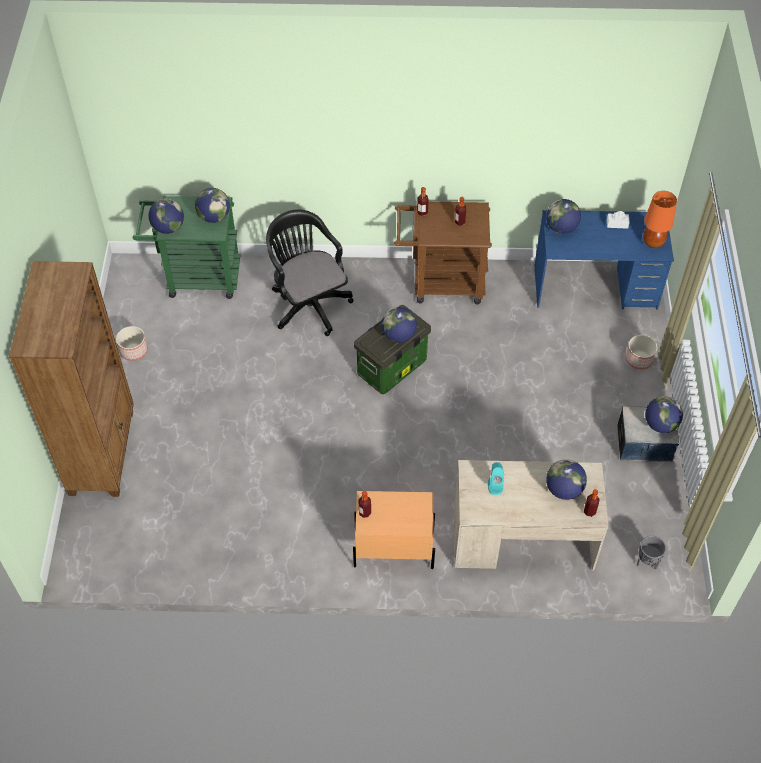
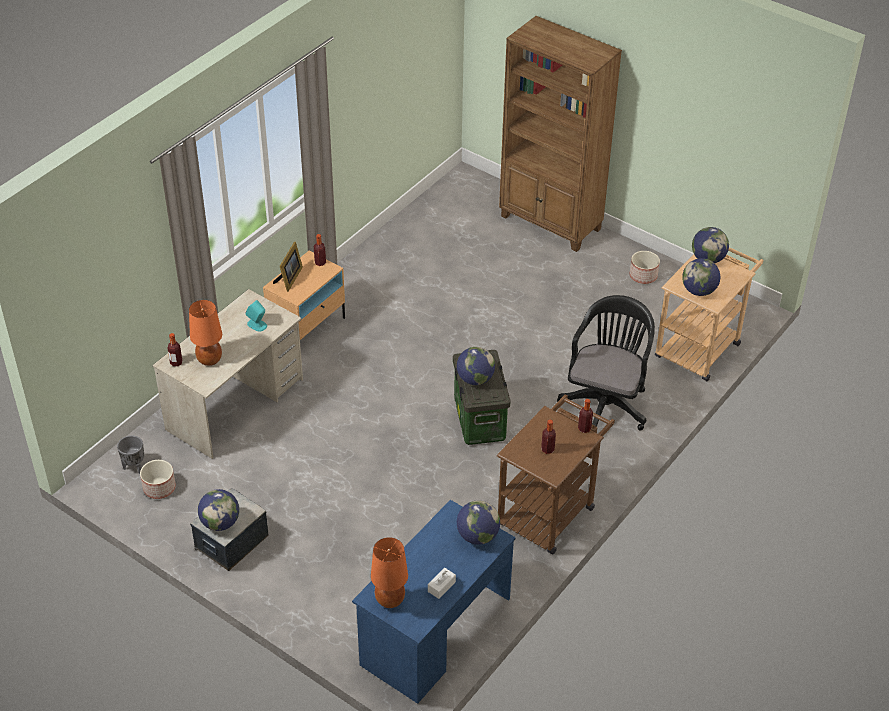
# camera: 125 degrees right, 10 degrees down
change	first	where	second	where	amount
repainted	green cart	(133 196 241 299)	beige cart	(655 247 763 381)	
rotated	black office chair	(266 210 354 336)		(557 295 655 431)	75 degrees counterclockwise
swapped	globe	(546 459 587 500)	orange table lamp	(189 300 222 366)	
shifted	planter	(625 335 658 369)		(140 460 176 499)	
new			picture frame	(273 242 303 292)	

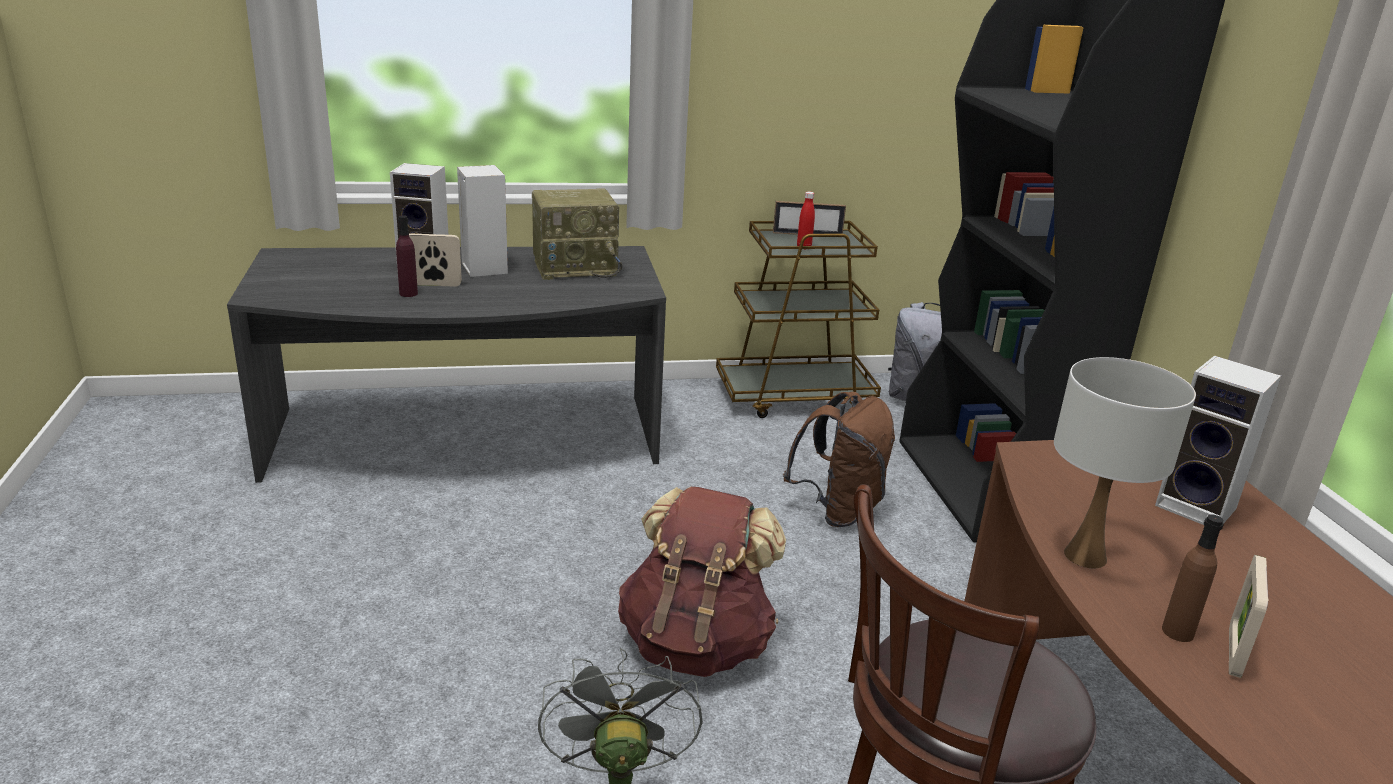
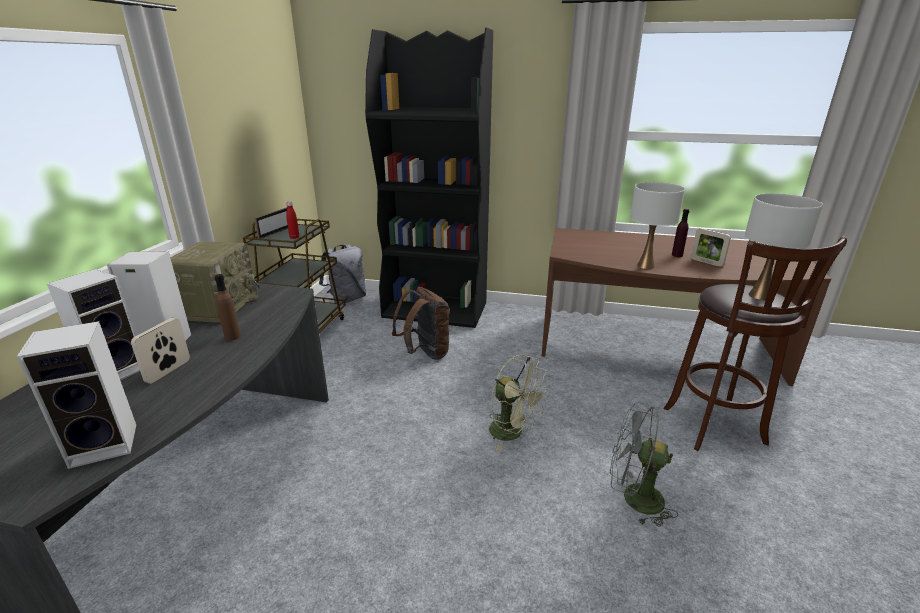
# camera: 65 degrees left, 0 degrees up
change	first	where	second	where	amount
shifted	purple bottle	(396 215 418 297)		(672 209 689 257)	
swapped	brown backpack	(618 487 786 677)	green fan	(489 354 549 451)	
shifted	speaker	(1155 356 1281 525)		(17 321 136 469)	
shifted	brown bottle	(1162 514 1224 642)		(215 274 241 341)	
new			white table lamp	(745 194 823 300)	

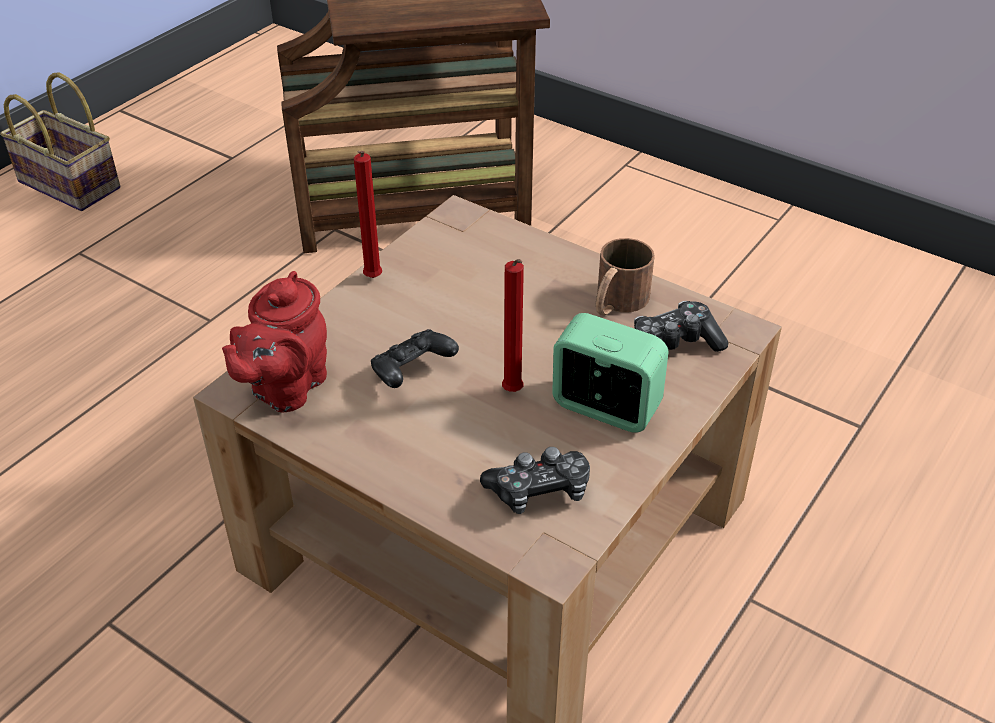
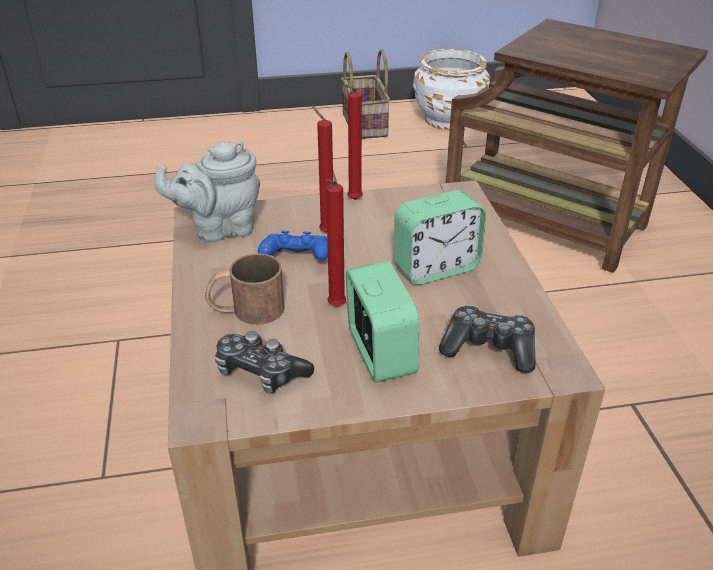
# camera: 45 degrees right, 5 degrees down
change	first	where	second	where	amount
repainted	red teapot	(222 271 327 412)	grey teapot	(154 141 260 242)	
repainted	black game controller	(371 329 459 388)	blue game controller	(258 231 328 261)	
shifted	brown mug	(596 238 655 316)		(205 253 285 325)	
new			red candle	(312 106 333 233)	
new			alarm clock	(394 190 486 285)	
new			white planter	(413 49 490 130)	

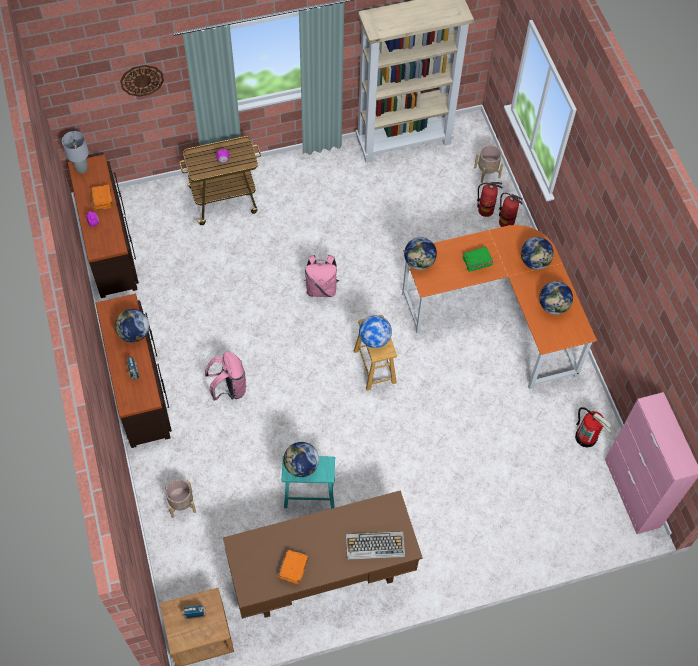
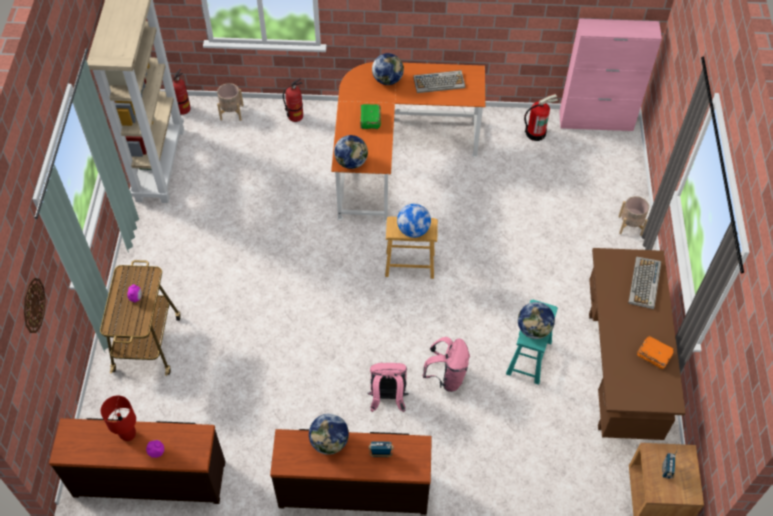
# camera: 70 degrees left, 5 degrees down
change	first	where	second	where	amount
gone	grey table lamp	(62 131 89 173)			
swapped	orange book	(91 185 113 210)	red table lamp	(101 395 136 441)	
shifted	beige planter	(165 479 196 518)		(618 196 649 236)	
shifted	pink backpack	(304 255 339 297)		(422 337 470 392)	
shifted	fire extinguisher	(477 182 503 217)		(172 69 191 115)	
swapped	globe	(539 281 573 315)	keyboard	(413 70 465 93)	

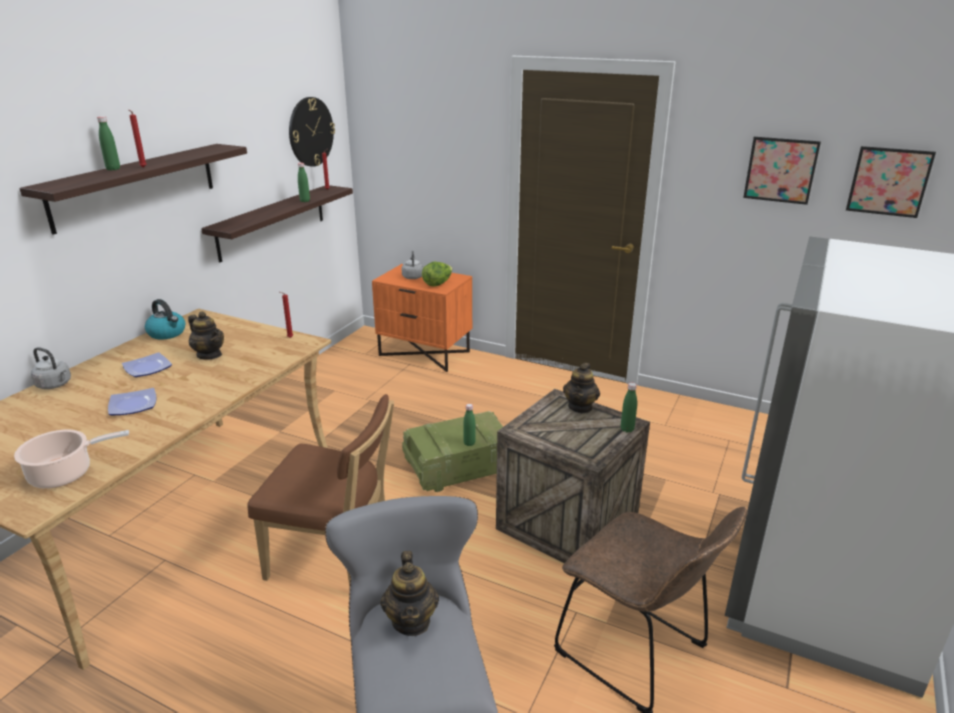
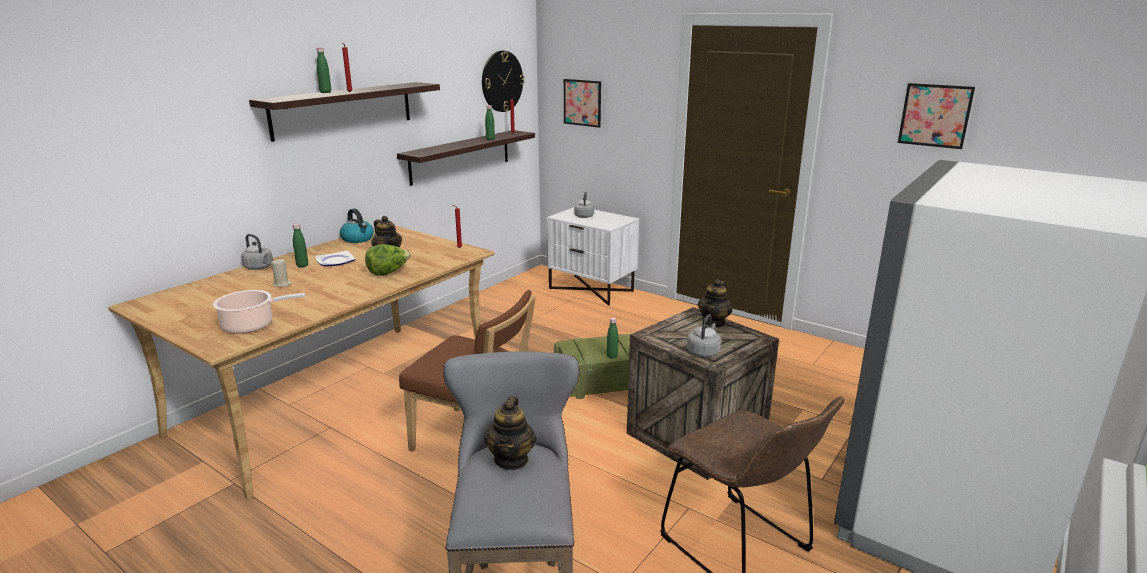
# camera: 10 degrees right, 5 degrees down
change	first	where	second	where	amount
gone	plate	(108 388 157 416)			
repainted	orange nightstand	(372 264 472 372)	white nightstand	(546 207 639 306)	
shifted	lettuce	(422 262 453 286)		(365 244 411 276)	
shifted	green bottle	(621 383 637 433)		(293 224 308 267)	
shifted	picture	(846 146 936 218)		(564 79 601 128)	
new			beige candle	(271 259 292 287)	
new			grey kettle	(687 314 721 357)	

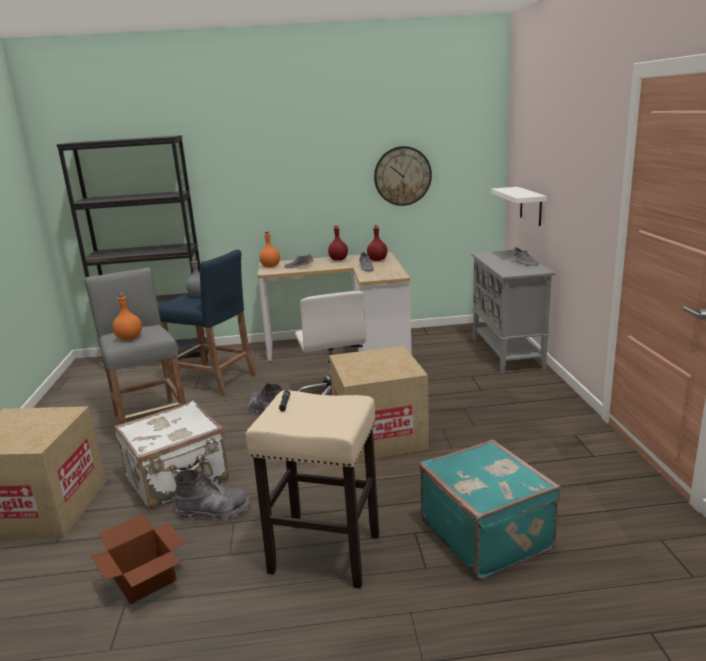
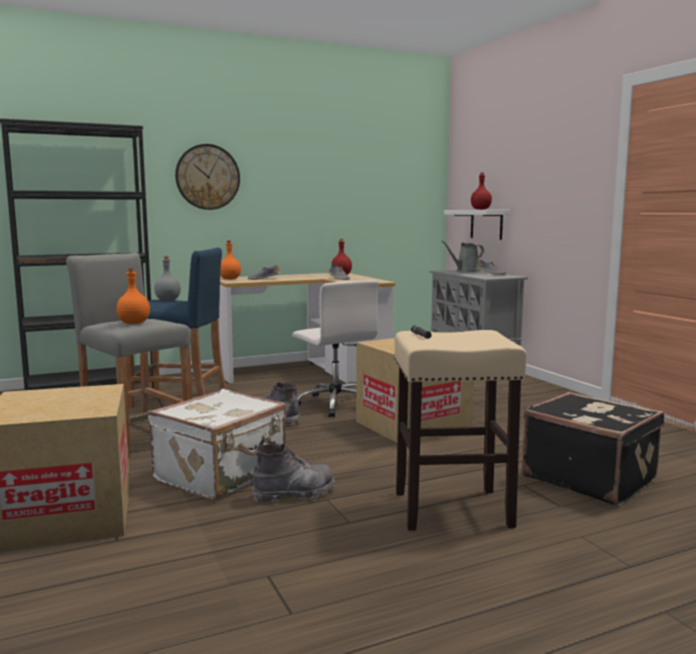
# camera: 20 degrees left, 10 degrees down
change	first	where	second	where	amount
gone	cardboard box	(91 514 186 604)			
shifted	red bottle	(328 225 348 261)		(471 173 492 210)	
shifted	wall clock	(374 146 432 206)		(175 144 240 210)	
repainted	turquoise suitcase	(420 440 561 579)	black suitcase	(522 392 665 506)	
new			grey watering can	(441 241 484 272)	

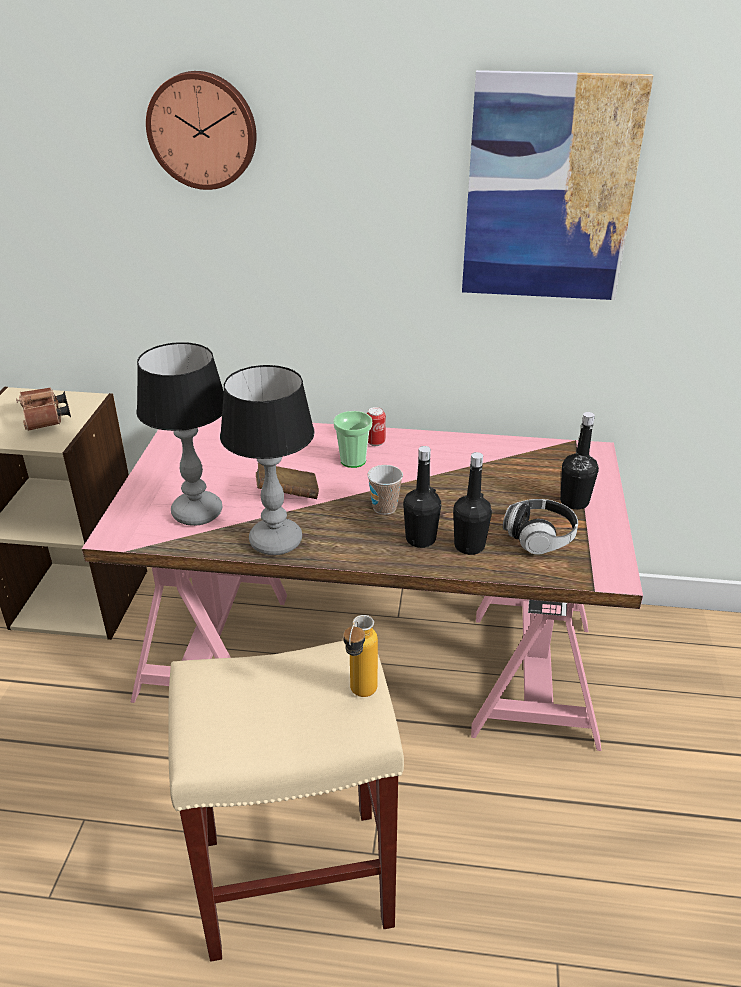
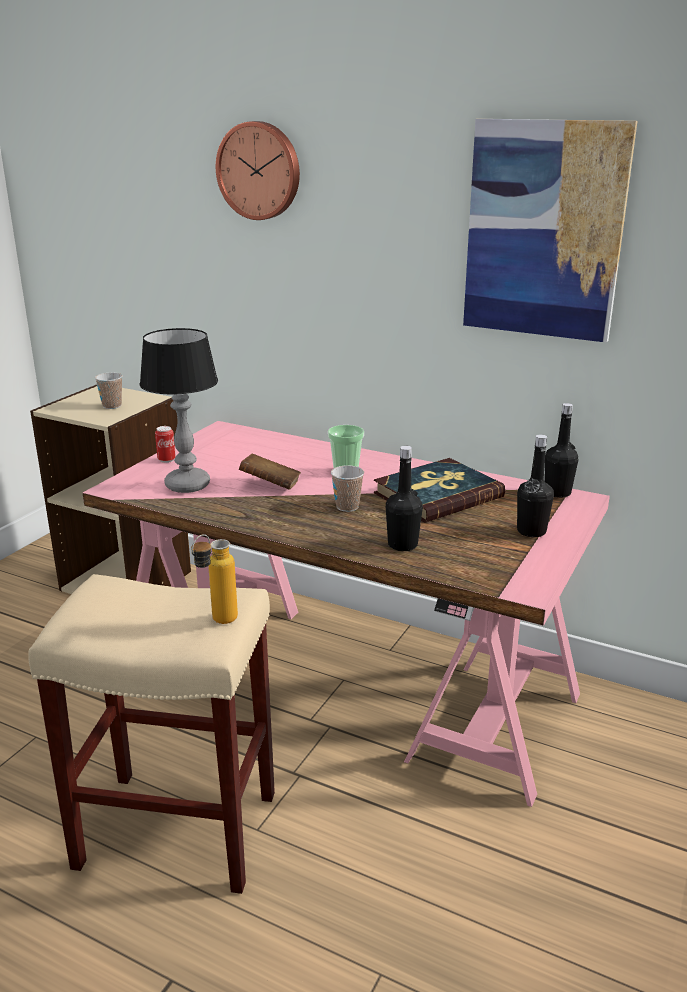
# camera: 20 degrees right, 10 degrees down
change	first	where	second	where	amount
swapped	brown binoculars	(16 387 71 431)	cup	(95 373 123 409)	
gone	table lamp	(220 365 315 555)			
shifted	can	(367 407 386 446)		(155 426 176 463)	
shifted	black bottle	(403 446 441 548)		(545 403 578 498)	
gone	headphones	(503 499 578 555)			
new			book	(374 458 505 523)	

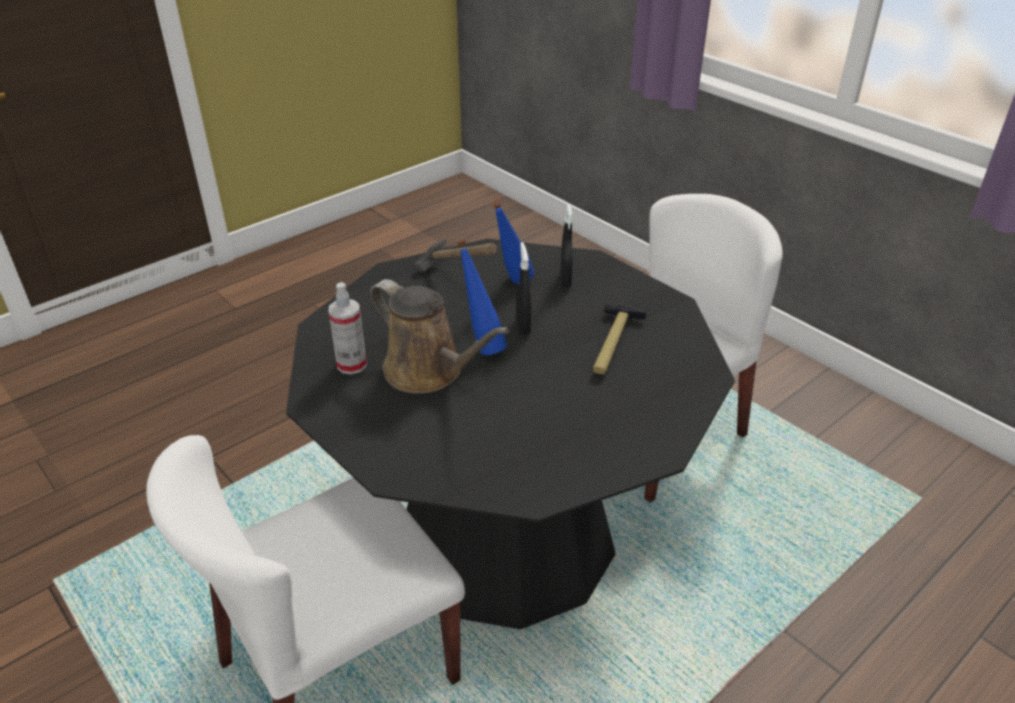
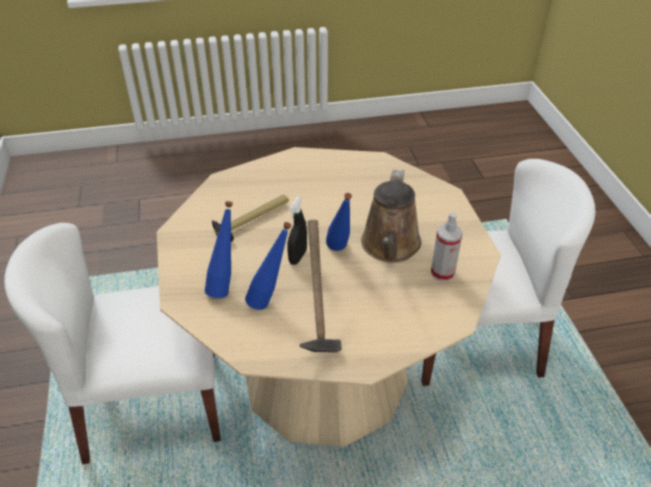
# camera: 150 degrees left, 5 degrees up
change	first	where	second	where	amount
repainted	black dining table	(286 239 735 629)	beige dining table	(157 147 501 446)	
rotated	brown watering can	(370 279 509 394)		(361 169 421 262)	150 degrees counterclockwise
swapped	black spray bottle	(560 204 573 287)	blue bottle	(205 201 233 298)	

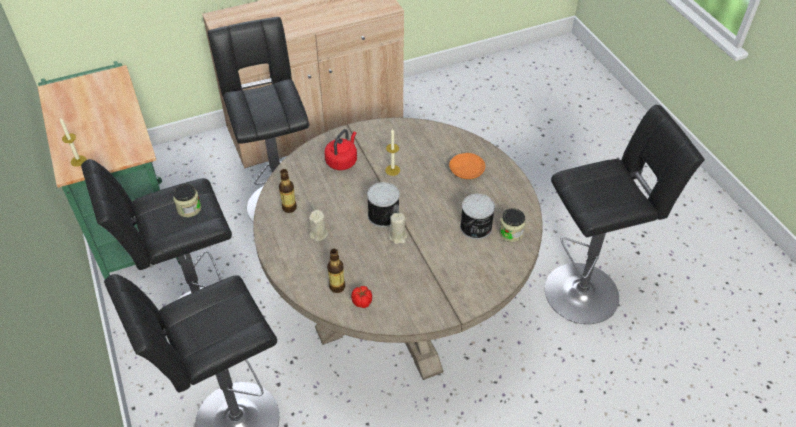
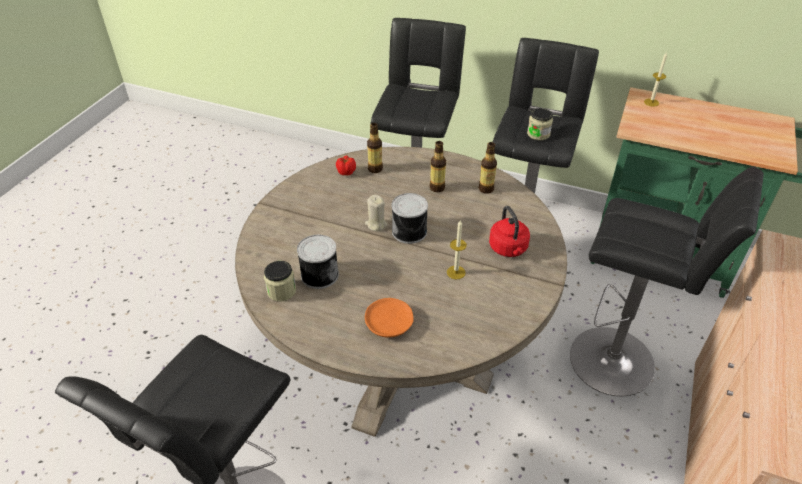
# camera: 135 degrees right, 5 degrees down
change	first	where	second	where	amount
swapped	beige candle	(309 210 328 242)	bottle	(430 141 446 192)	

